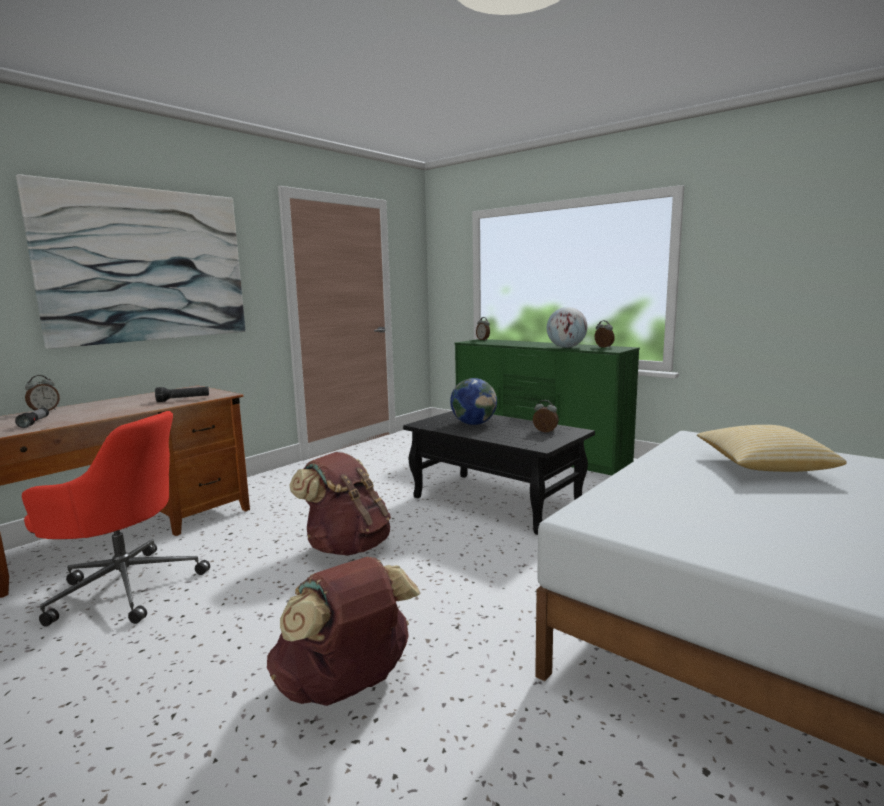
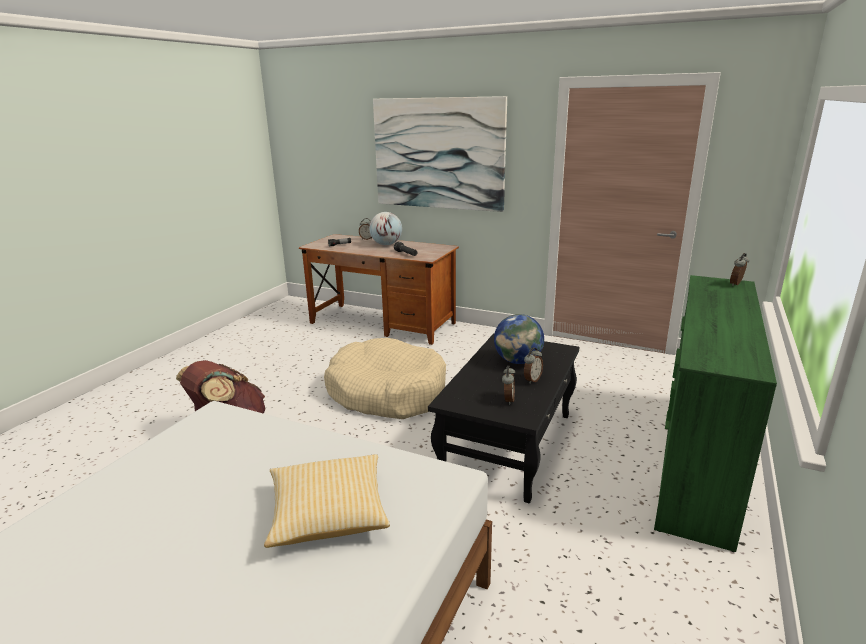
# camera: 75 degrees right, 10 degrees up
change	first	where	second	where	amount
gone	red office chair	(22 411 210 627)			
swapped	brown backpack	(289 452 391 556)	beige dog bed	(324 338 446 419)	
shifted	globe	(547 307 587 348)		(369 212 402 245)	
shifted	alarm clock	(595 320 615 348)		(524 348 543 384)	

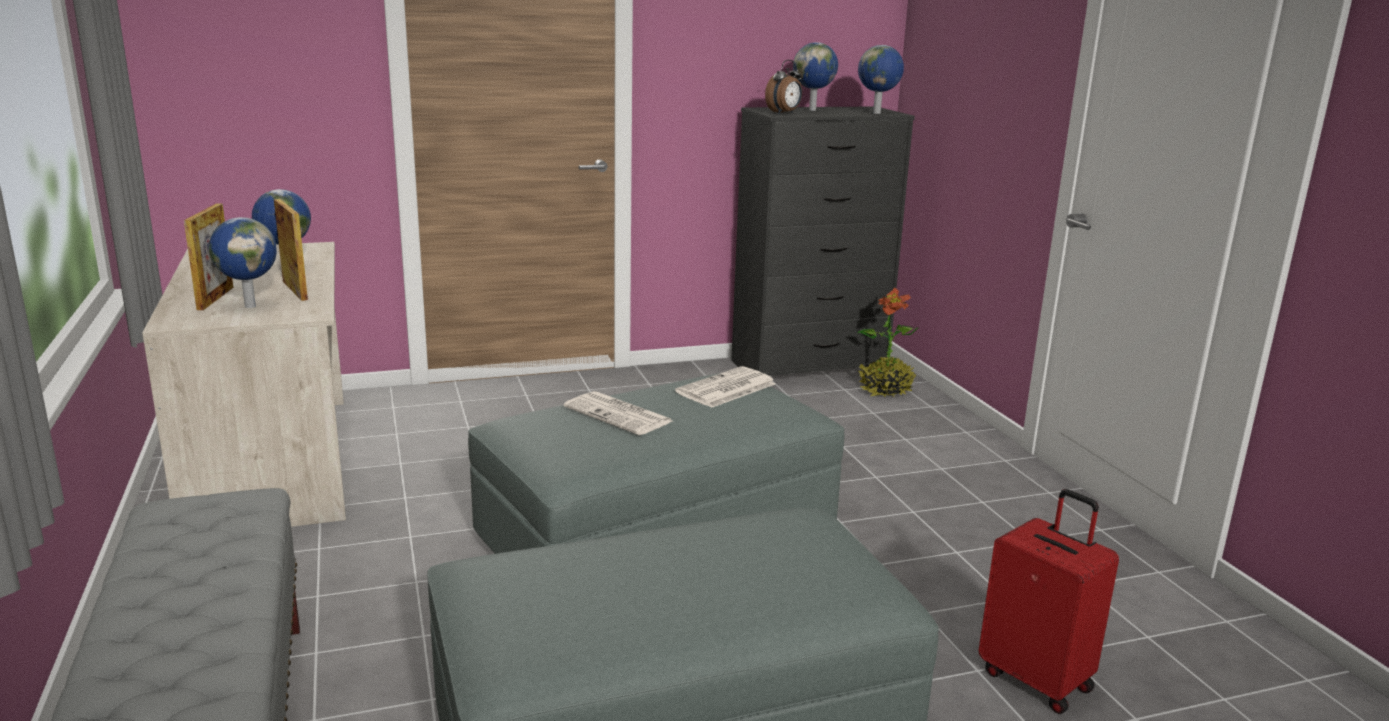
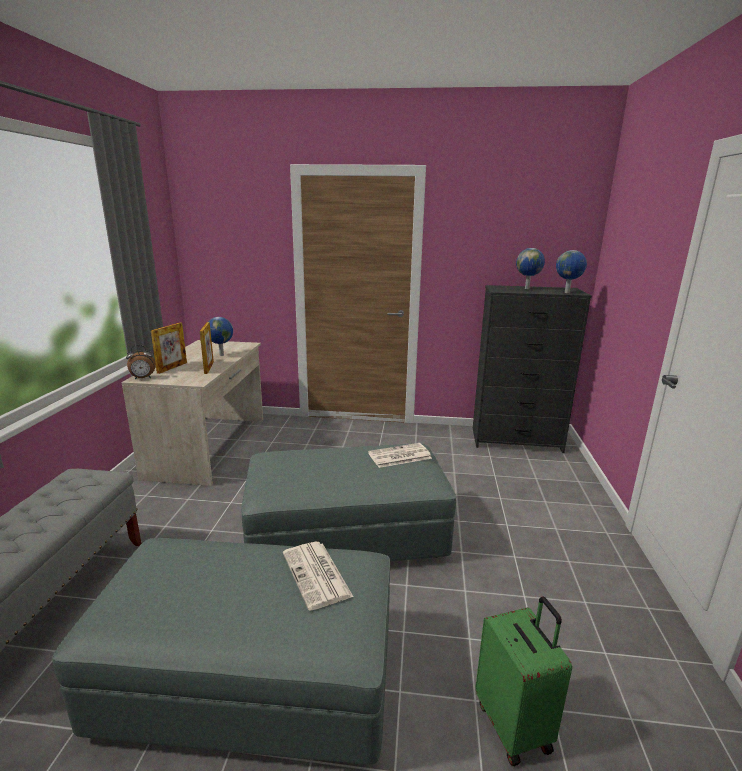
# camera: 25 degrees right, 0 degrees up
change	first	where	second	where	amount
gone	globe	(209 217 277 308)			
shifted	newspaper	(564 391 672 435)		(283 542 353 611)	
shifted	alarm clock	(765 60 802 114)		(126 345 156 380)	
gone	potted plant	(858 287 918 397)			
repainted	red suitcase	(978 489 1119 714)	green suitcase	(475 597 572 766)	

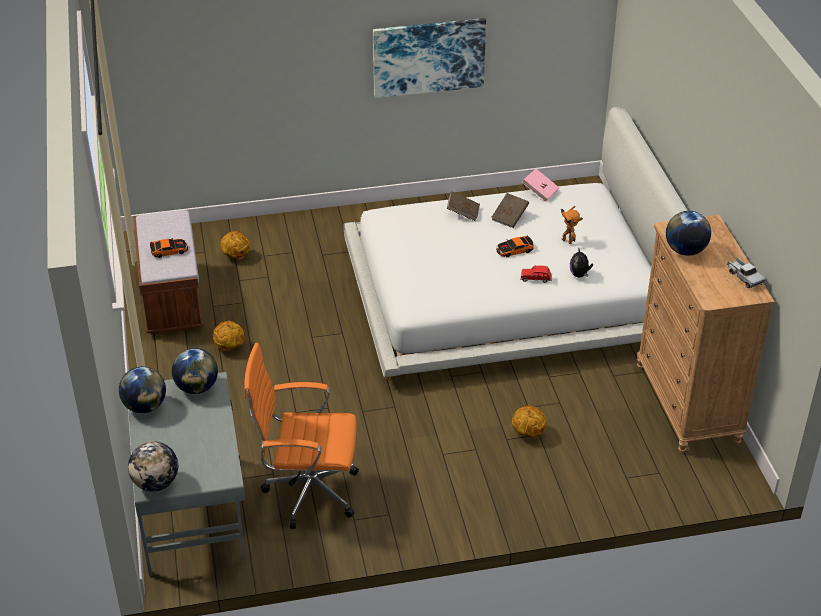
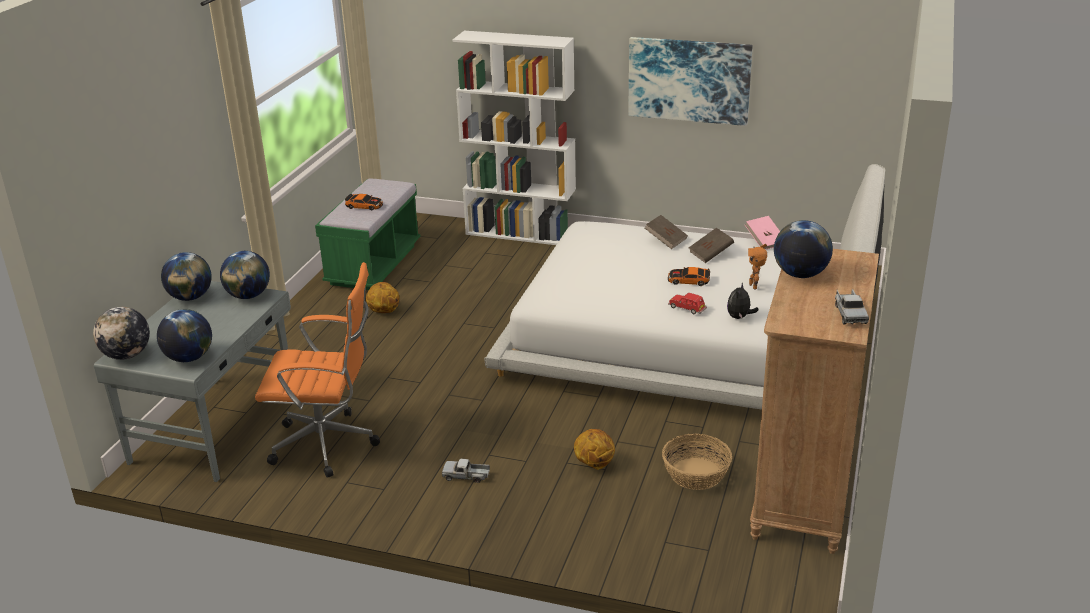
# camera: 30 degrees right, 10 degrees down
change	first	where	second	where	amount
repainted	brown bench	(133 210 203 335)	green bench	(315 179 421 290)	
gone	basketball	(220 231 250 260)			
rotated	orange office chair	(244 343 359 529)		(255 262 380 478)	150 degrees clockwise
new			globe	(157 309 212 362)	
new			toy truck	(442 459 490 483)	
new			white bookcase	(453 31 576 245)	
new			basket	(662 434 732 490)	

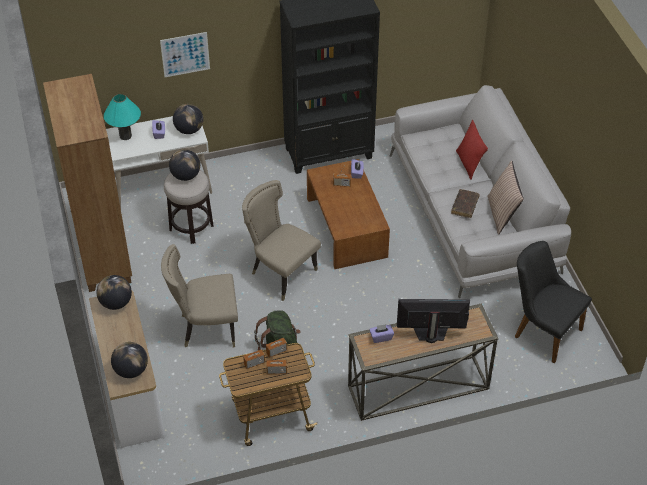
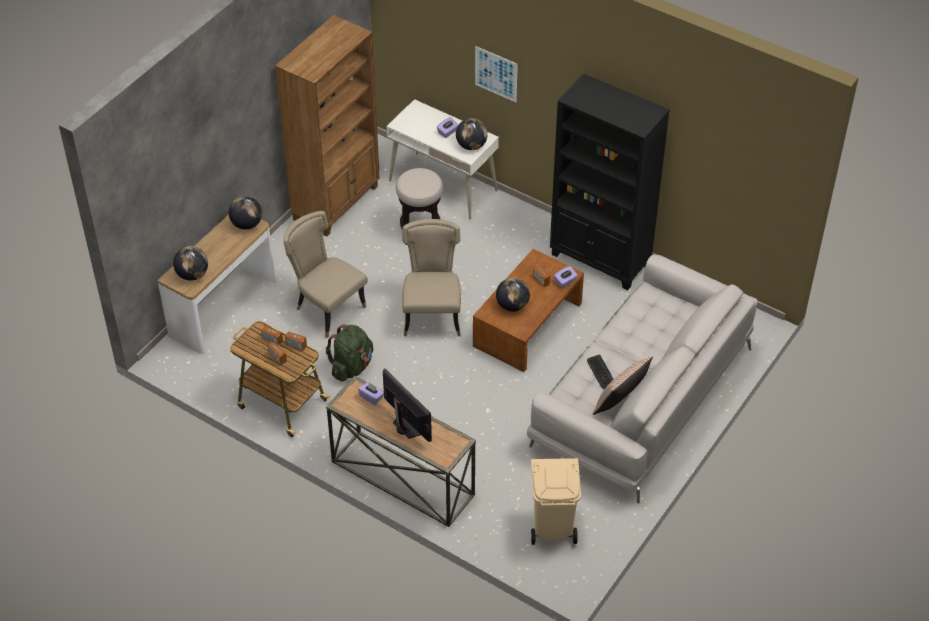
# camera: 50 degrees right, 0 degrees up
change	first	where	second	where	amount
gone	turquoise table lamp	(104 94 141 140)			
shifted	globe	(169 149 200 181)		(496 278 530 311)	
swapped	brown book	(451 189 480 218)	keyboard	(587 354 614 389)	
gone	red pillow	(456 120 488 180)			
swapped	black chair	(515 241 592 363)	beige trash can	(531 458 581 545)	

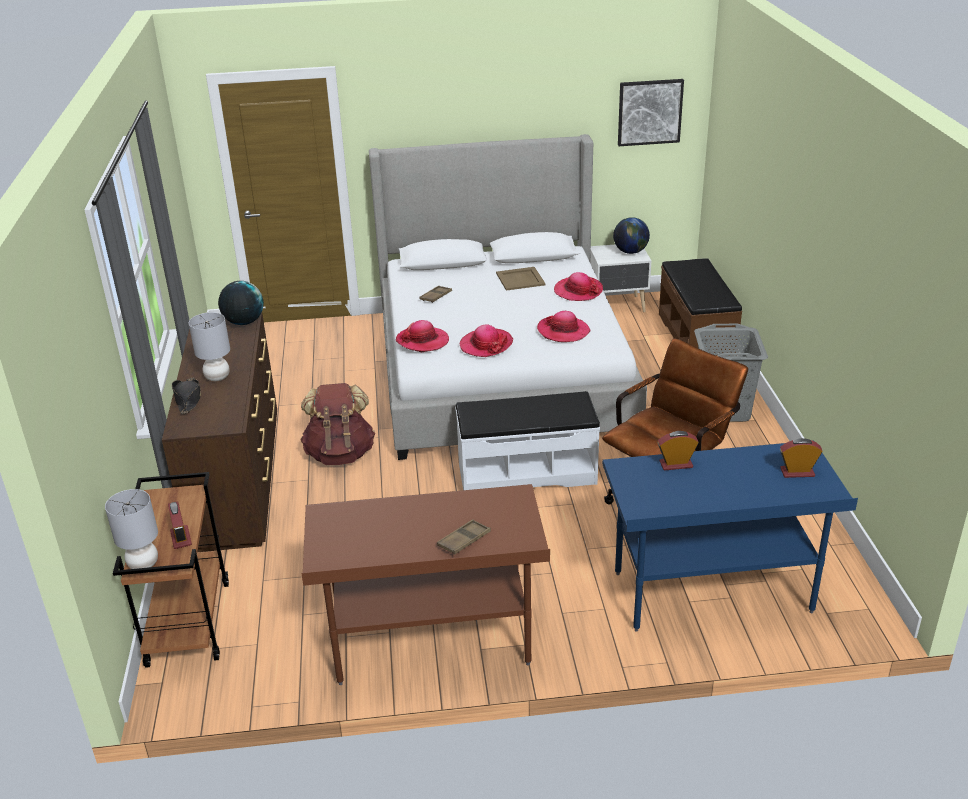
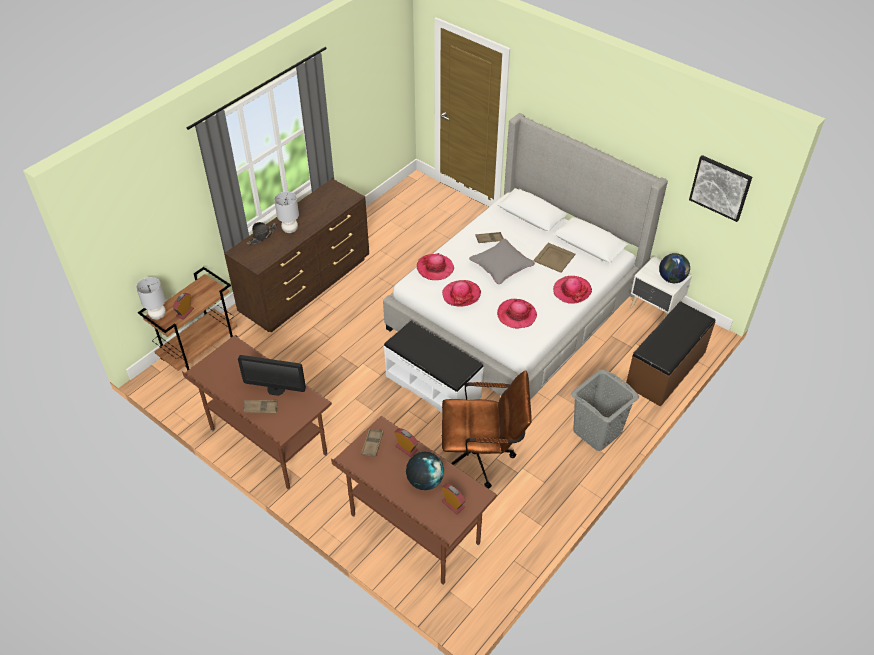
# camera: 45 degrees right, 15 degrees up
change	first	where	second	where	amount
shifted	globe	(218 281 264 325)		(406 452 444 490)	
gone	brown backpack	(301 383 375 465)			
repainted	blue desk	(602 441 858 632)	brown desk	(331 416 497 585)	
new			monitor	(238 355 306 396)	
new			brown tray	(361 429 384 457)	
new			grey pillow	(469 239 535 284)	

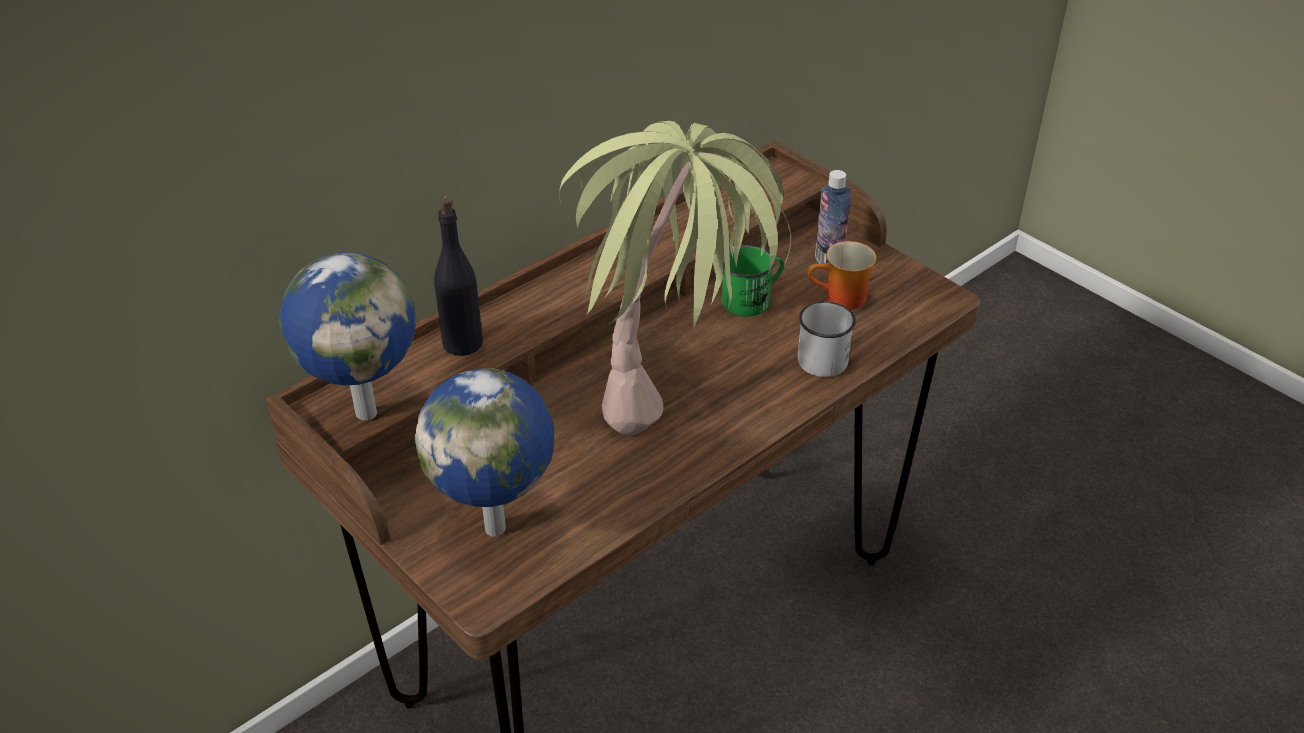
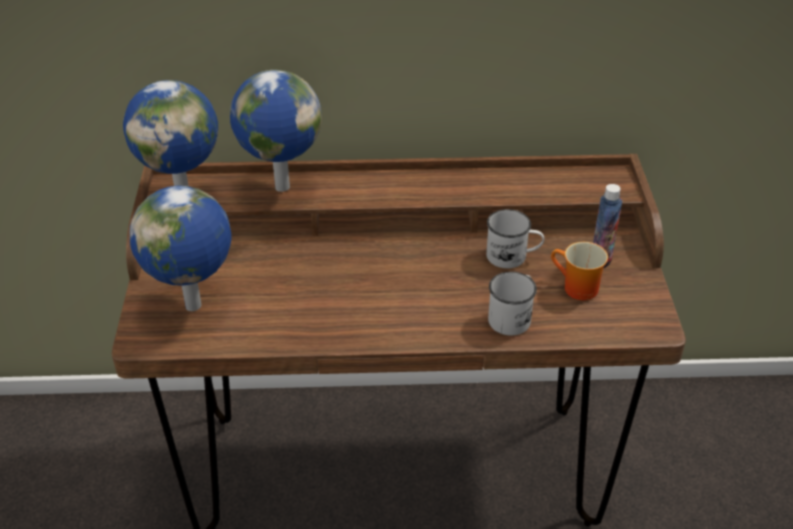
# camera: 40 degrees right, 0 degrees up
change	first	where	second	where	amount
swapped	black bottle	(434 196 483 356)	globe	(230 70 322 192)	
gone	potted plant	(559 121 791 435)			
repainted	green mug	(722 245 784 317)	white mug	(486 209 544 268)	

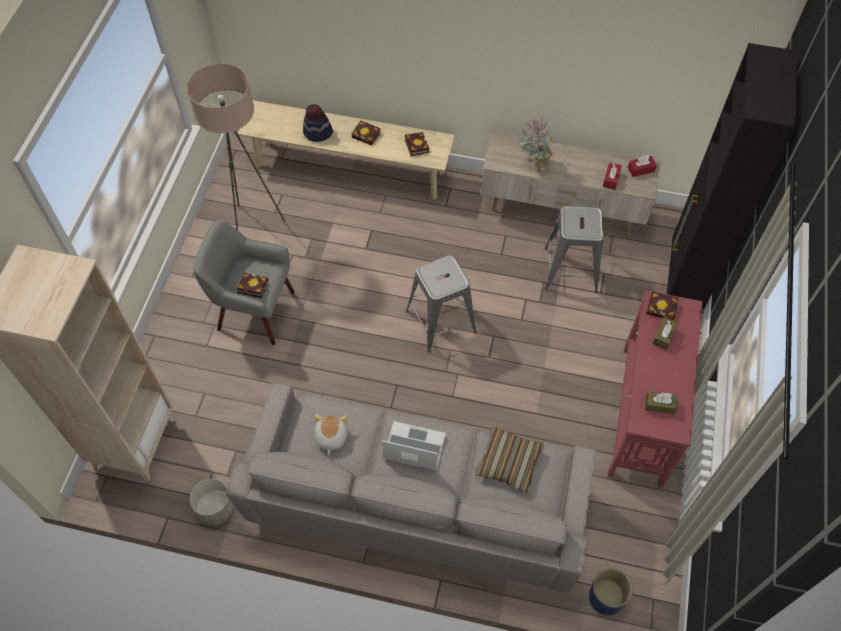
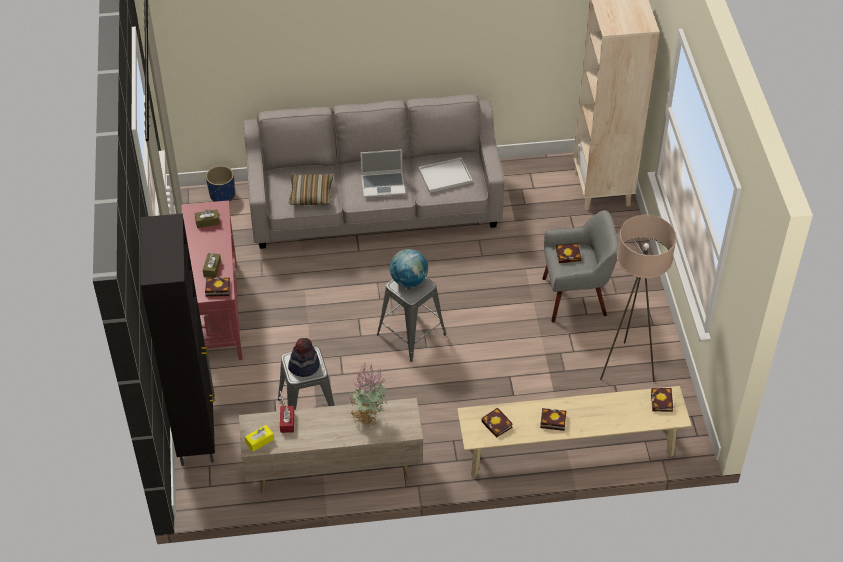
# camera: 160 degrees right, 10 degrees down
change	first	where	second	where	amount
gone	grey planter	(190 479 234 525)			
shifted	hat	(303 104 333 142)		(288 338 320 377)	
swapped	plush toy	(315 414 348 454)	white tray	(419 158 473 193)	
repainted	red tissue box	(628 155 657 177)	yellow tissue box	(245 425 274 452)	
new			globe	(390 249 428 287)	
new			book	(651 388 673 412)	

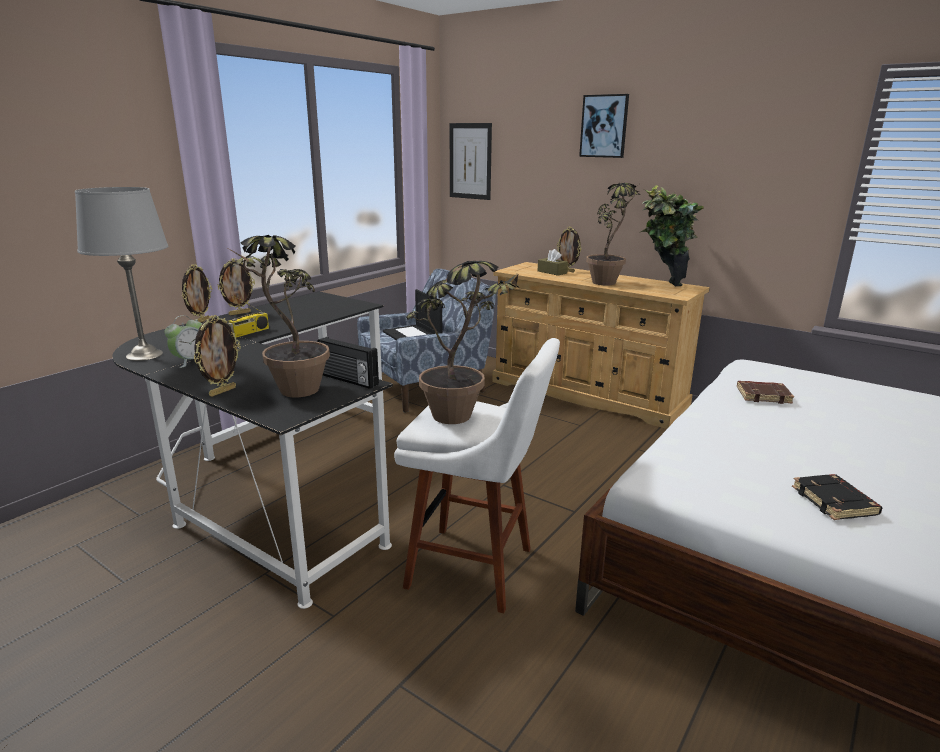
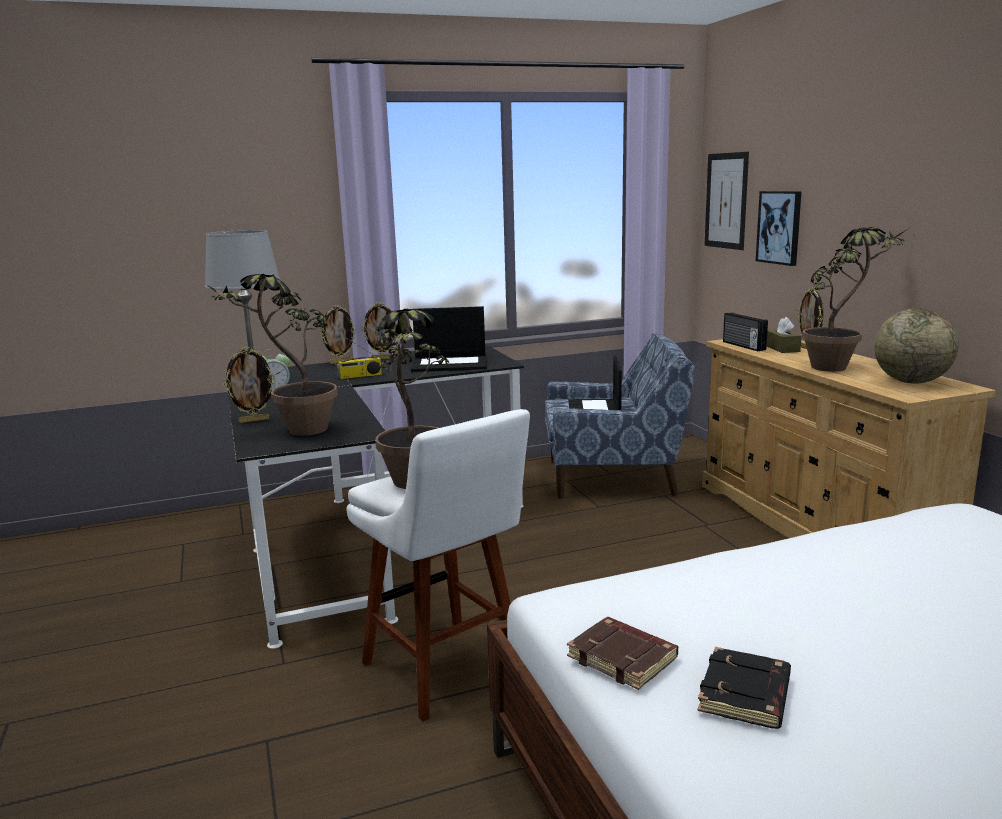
# camera: 35 degrees right, 5 degrees down
change	first	where	second	where	amount
shifted	radio	(318 337 379 389)		(723 312 768 351)	
shifted	picture	(579 94 629 158)		(756 191 802 266)	
swapped	potted plant	(641 185 704 286)	globe	(874 308 959 384)	
shifted	brown book	(737 381 794 404)		(567 617 678 690)	
new			laptop	(411 306 487 372)	

